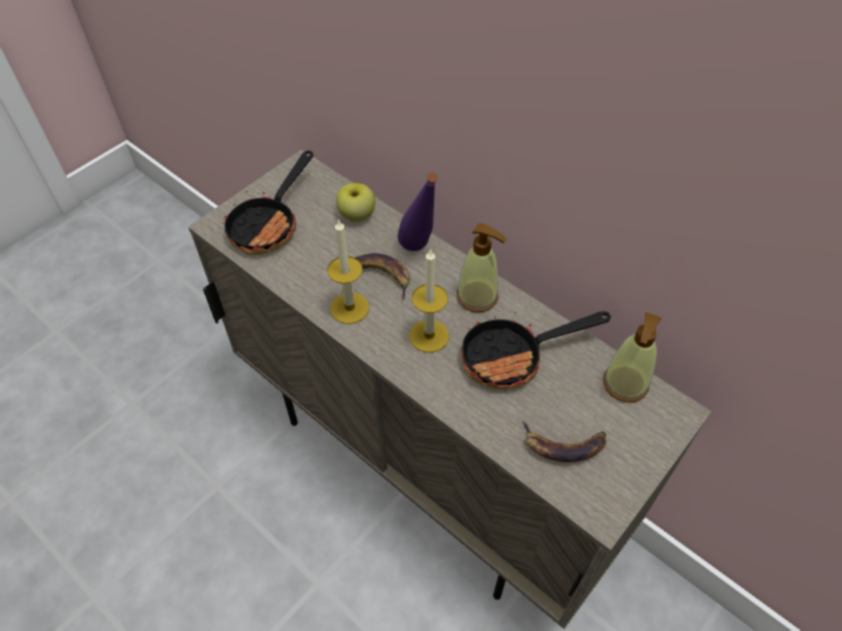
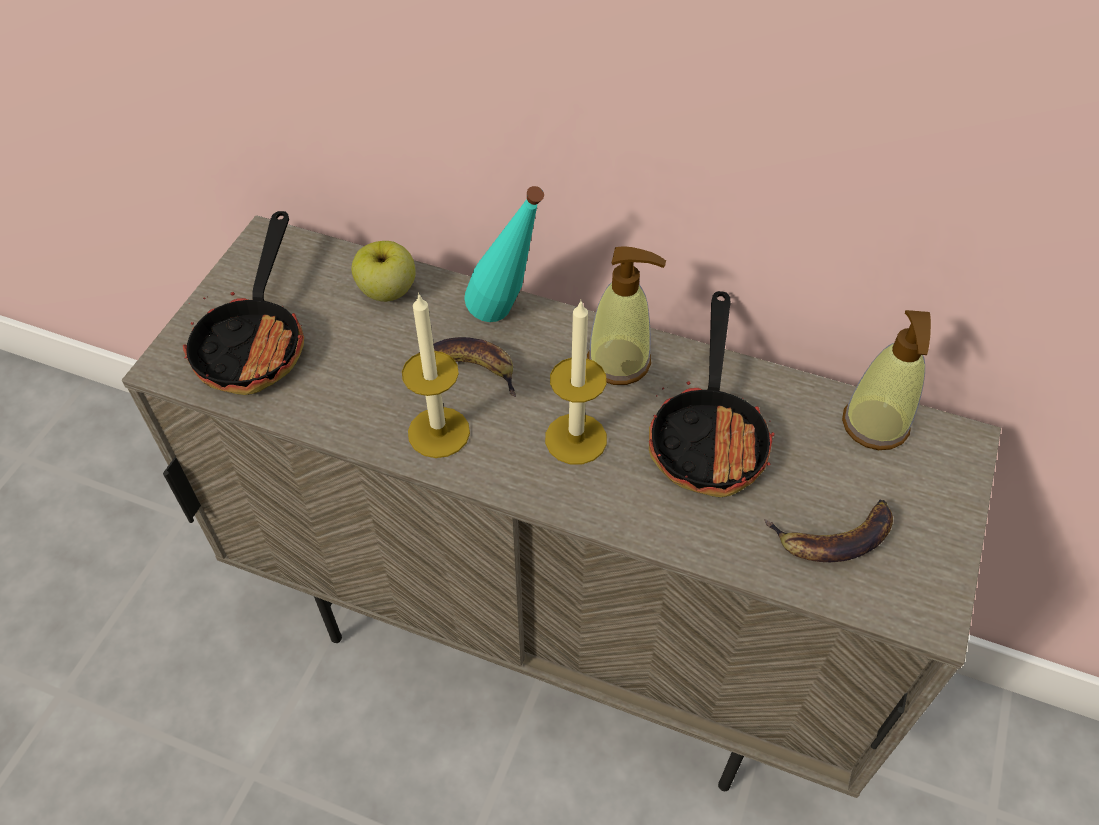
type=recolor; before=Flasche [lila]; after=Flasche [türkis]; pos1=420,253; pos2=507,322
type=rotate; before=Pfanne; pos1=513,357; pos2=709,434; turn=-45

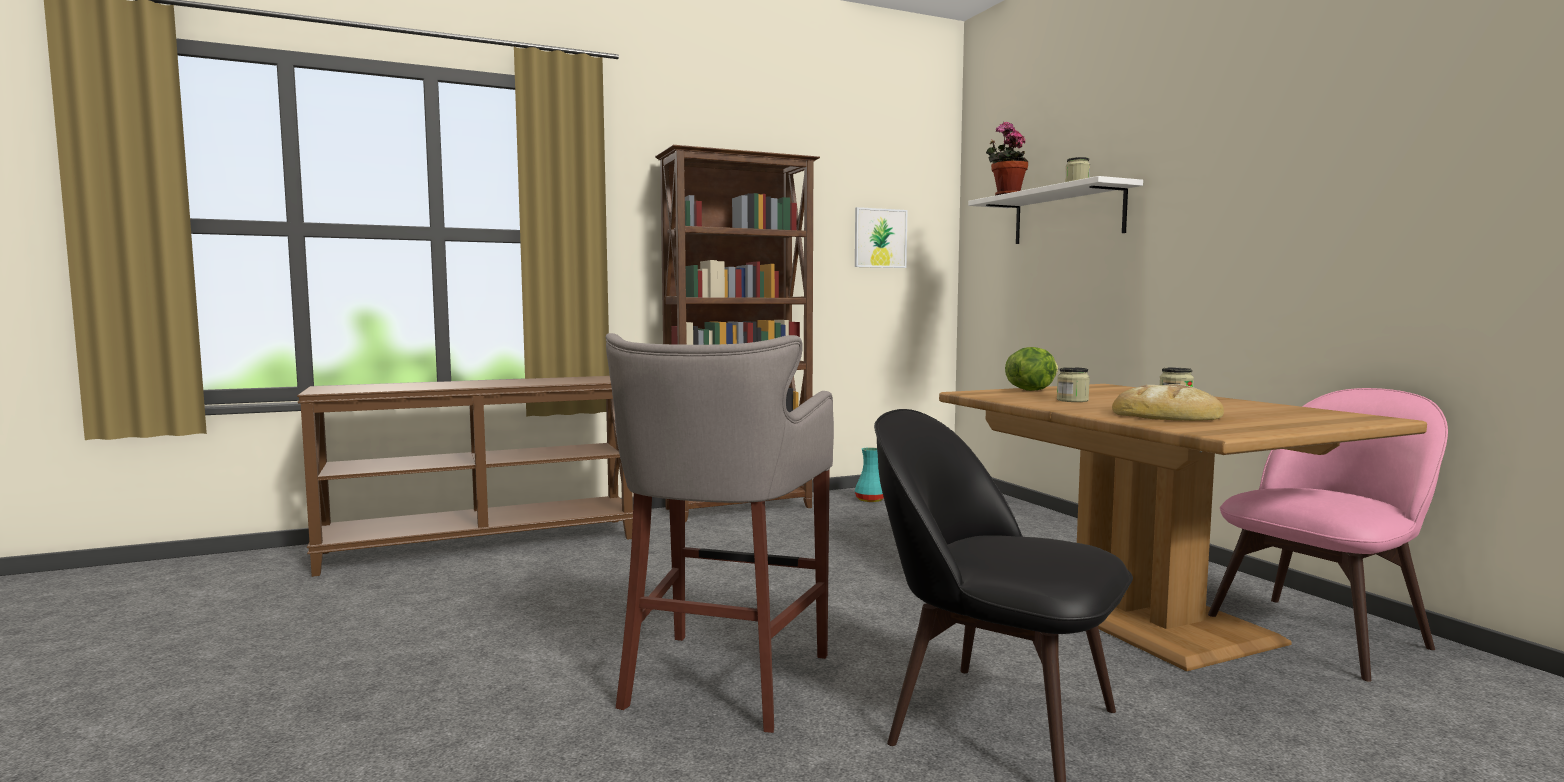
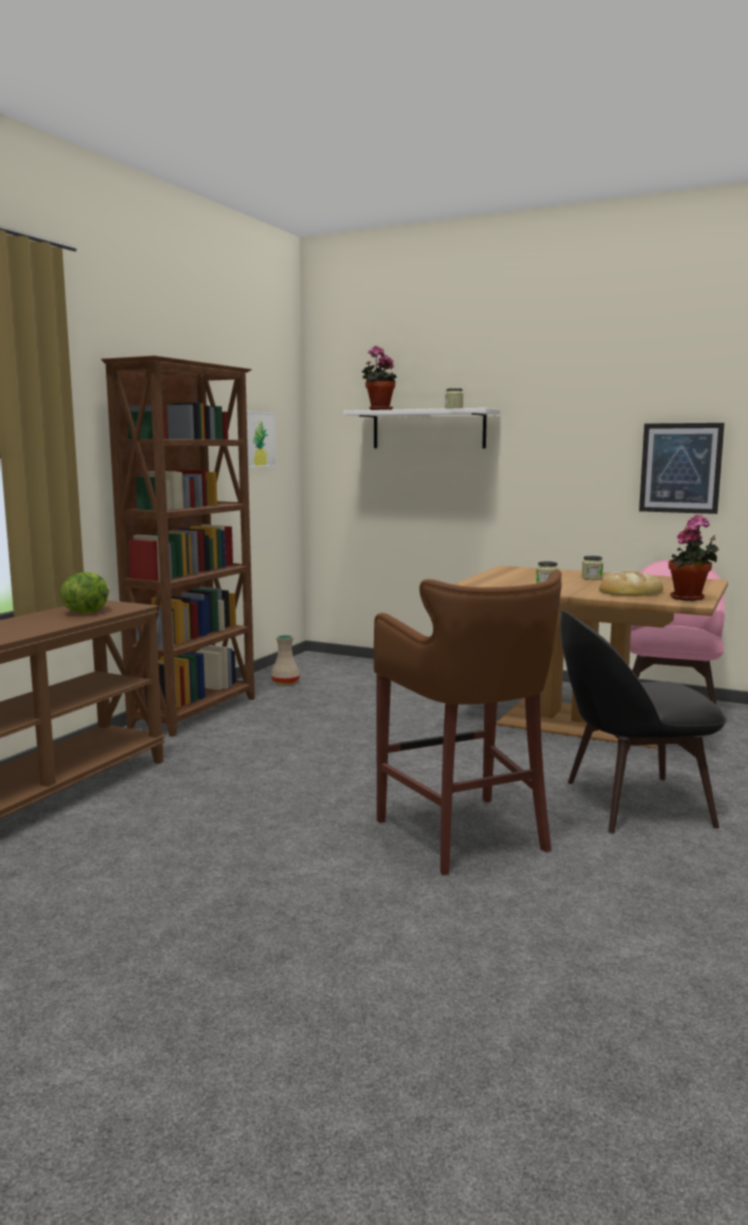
type=insert; after=Bild; pos2=680,468
type=insert; after=Topfpflanze; pos2=690,598
type=move; before=Salatkopf; pos1=1030,390; pos2=86,612
type=recolor; before=Hocker [grau]; after=Hocker [braun]; pos1=722,682; pos2=466,836
type=recolor; before=Vase [türkis]; after=Vase [beige]; pos1=871,500; pos2=285,682

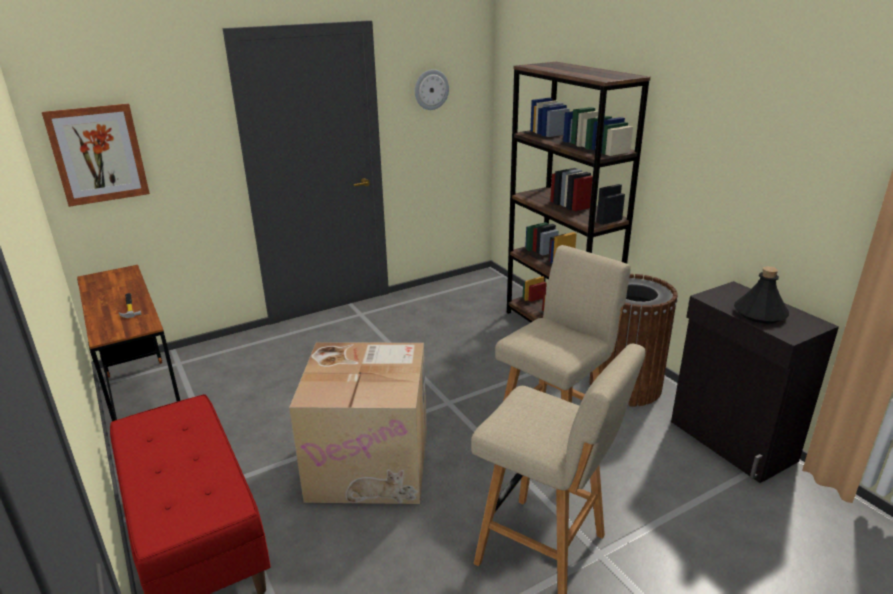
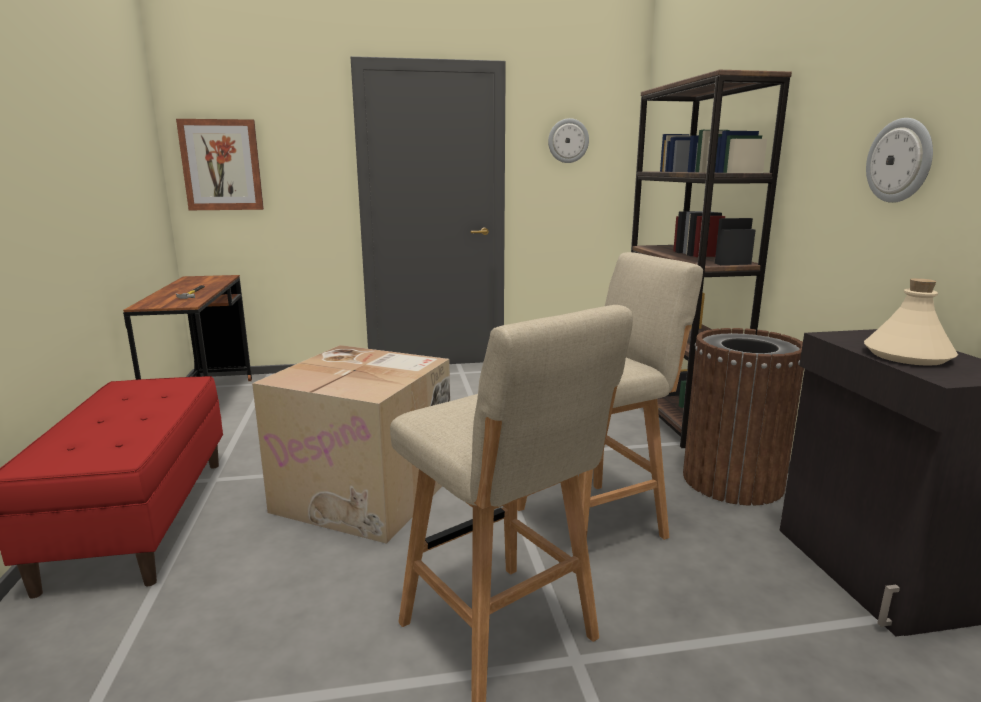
type=insert; after=Wanduhr; pos2=900,161
type=recolor; before=Flasche [schwarz]; after=Flasche [beige]; pos1=759,313; pos2=907,355

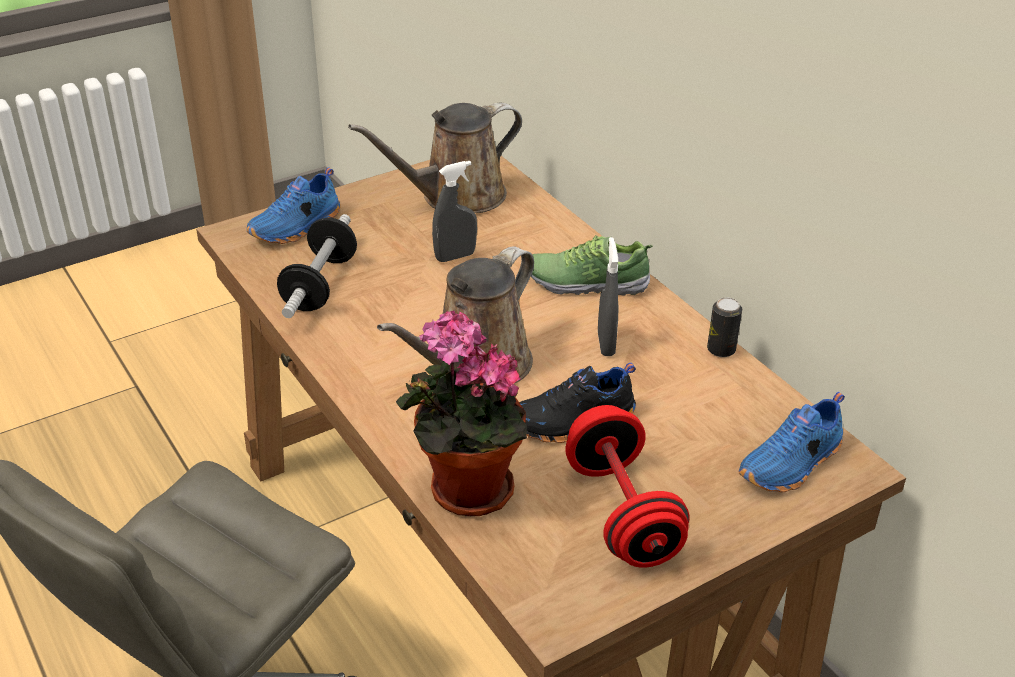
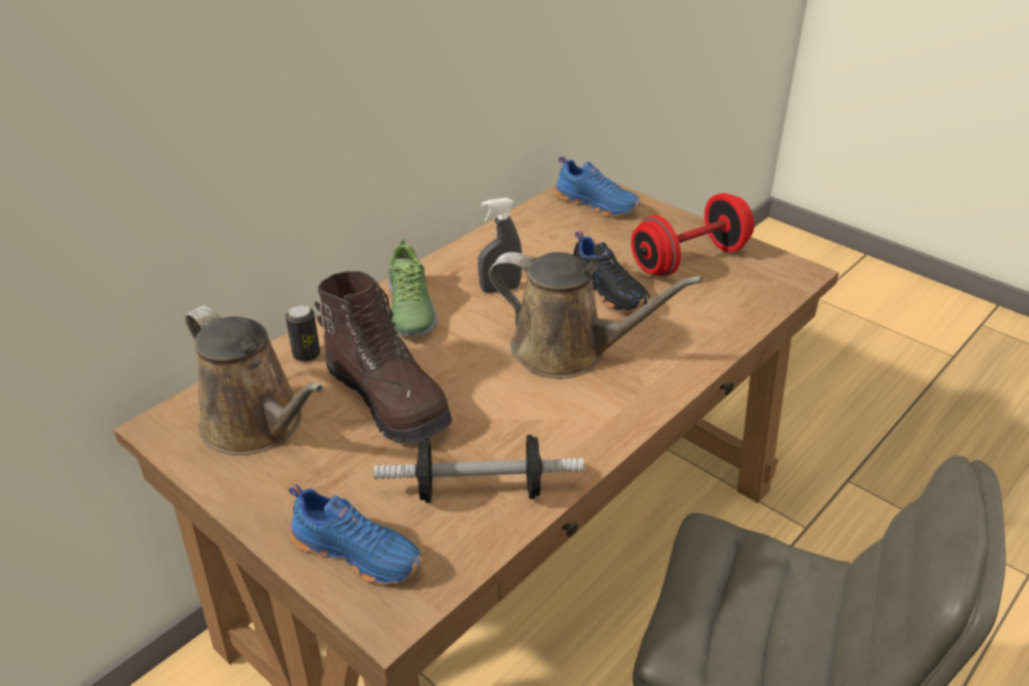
type=delete; before=Topfpflanze; pos1=463,491
type=move; before=Dose; pos1=721,350; pos2=306,354
type=replace; before=Sprühflasche [grau]; after=Stiefel [braun]; pos1=455,256; pos2=389,399

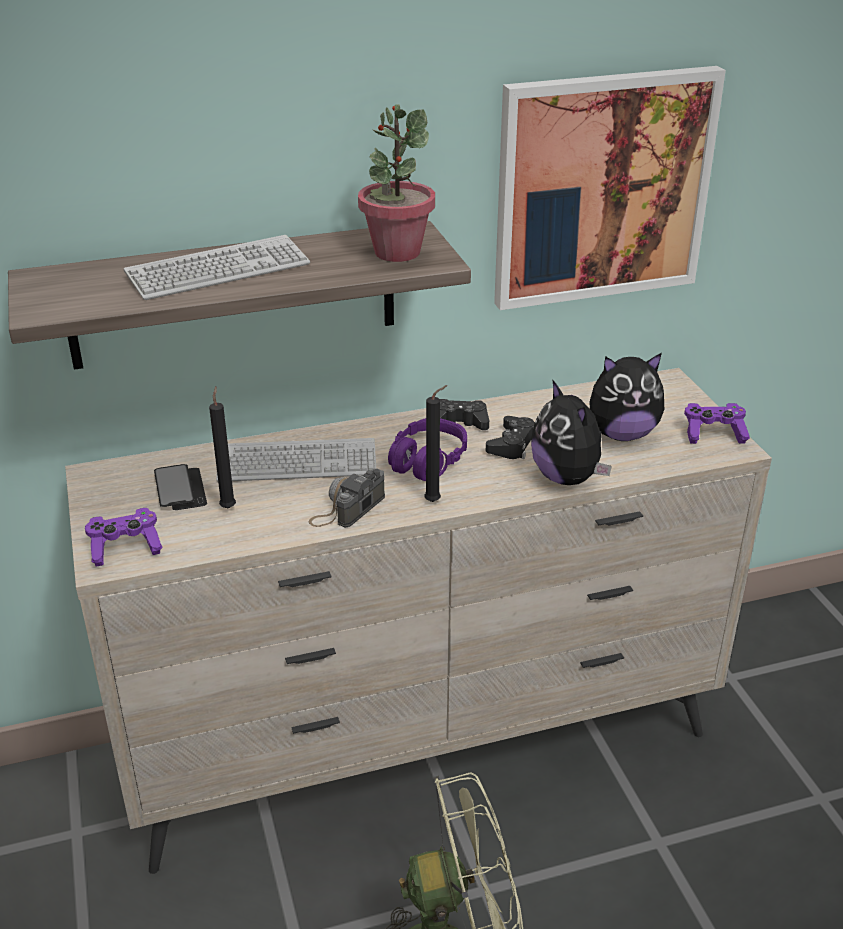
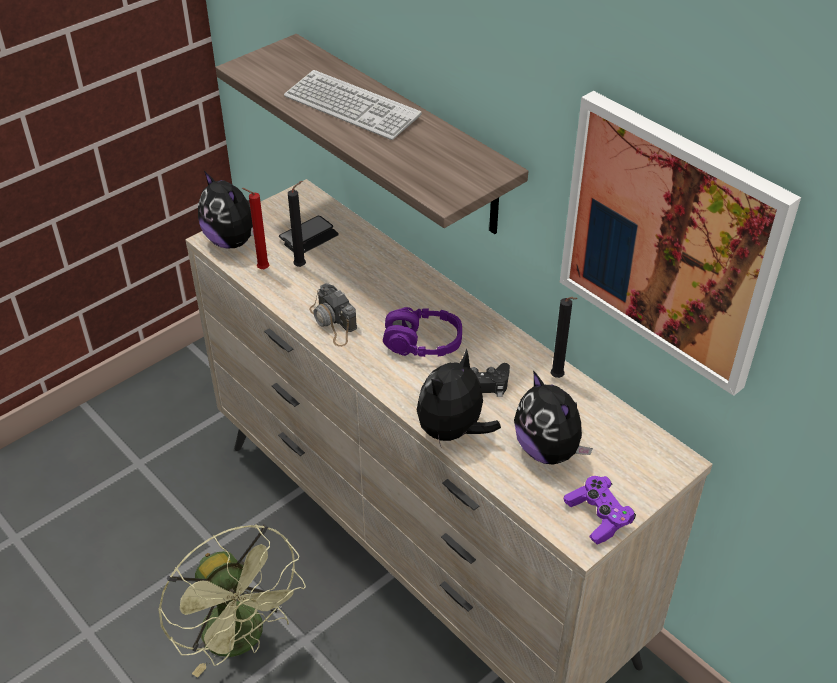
type=delete; before=Tastatur; pos1=297,463
type=delete; before=Topfpflanze; pos1=396,252
type=delete; before=Gamepad [schwarz]; pos1=459,422
type=insert; after=Kerze [rot]; pos2=261,269
type=move; before=Kerze [schwarz]; pos1=435,501; pos2=558,378
type=replace; before=Gamepad [lila]; after=Plüschtier; pos1=125,547; pos2=233,241
type=rotate; before=Kamera; pos1=348,508; pos2=333,322; turn=-135

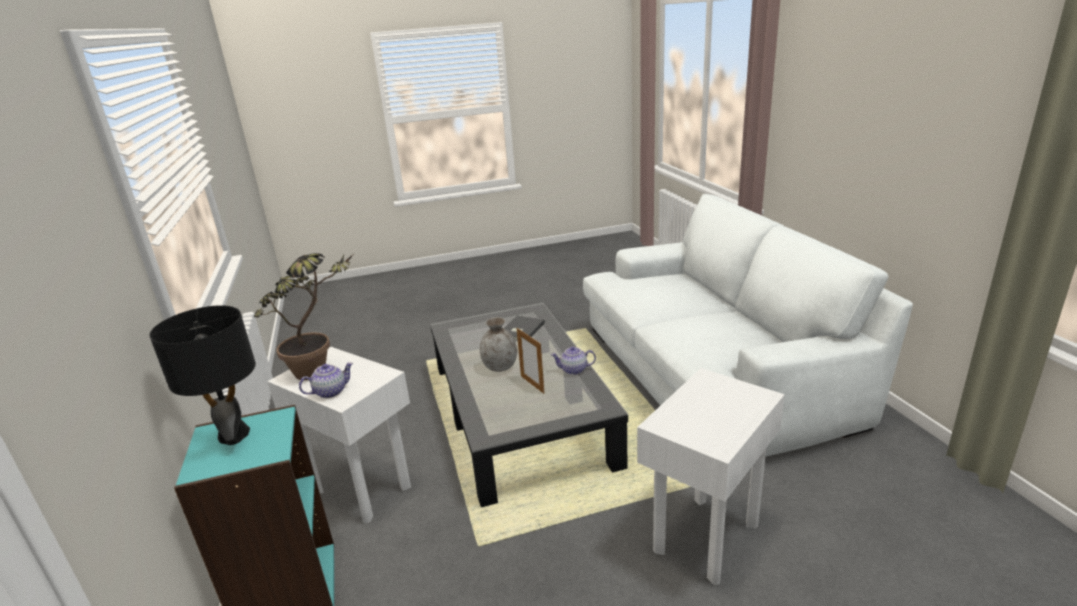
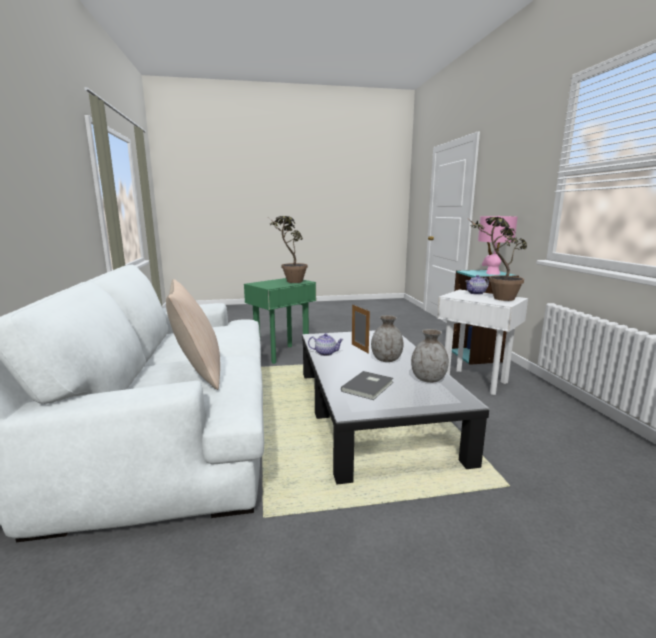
type=insert; after=Kissen [beige]; pos2=198,373
type=insert; after=Topfpflanze; pos2=290,282
type=insert; after=Vase [grau]; pos2=428,379
type=recolor; before=Tischlampe [schwarz]; after=Tischlampe [rosa]; pos1=234,435; pos2=492,273
type=recolor; before=Beistelltisch [weiß]; after=Beistelltisch [grün]; pos1=704,537; pos2=282,354

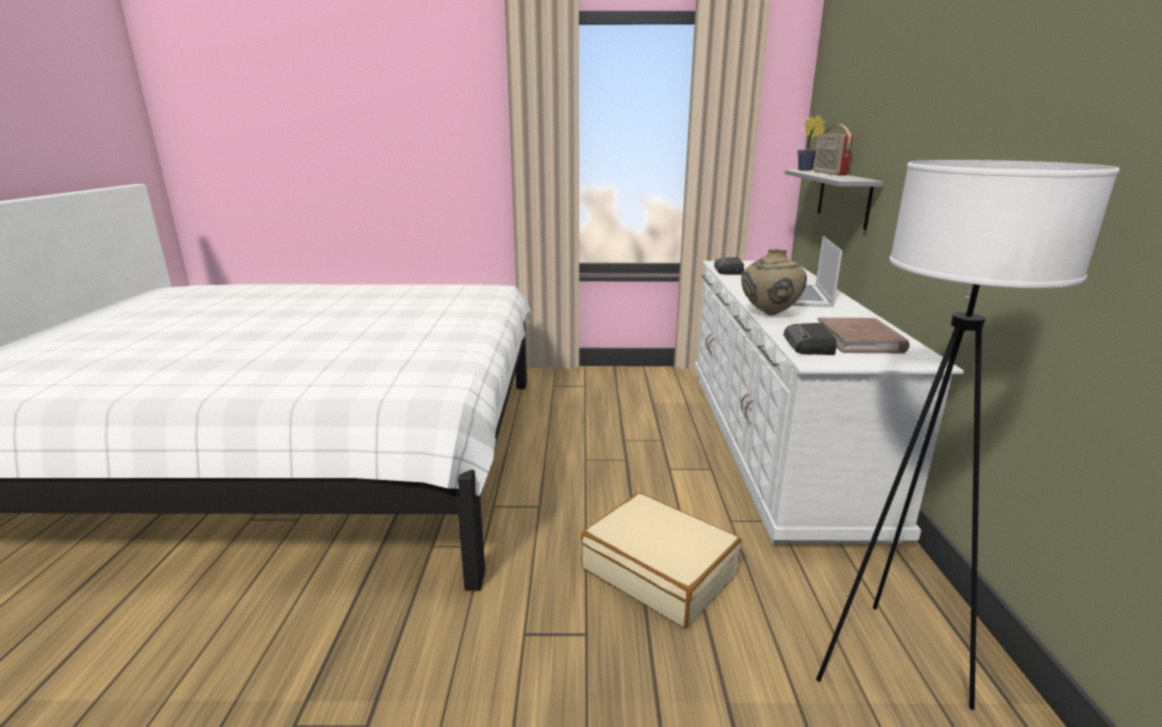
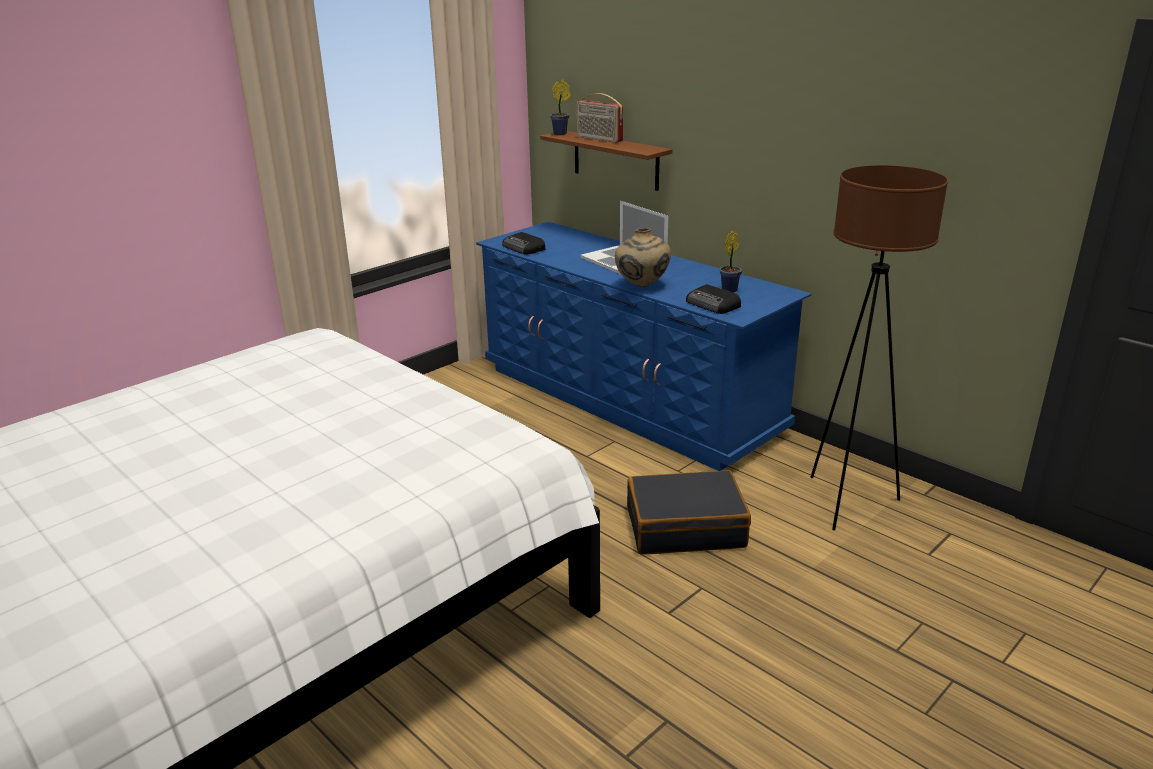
type=replace; before=Buch [braun]; after=Topfpflanze; pos1=860,340; pos2=730,289
type=recolor; before=Koffer [beige]; after=Koffer [schwarz]; pos1=659,571; pos2=685,527
type=recolor; before=Kommode [weiß]; after=Kommode [blau]; pos1=774,443; pos2=627,399
type=recolor; before=Wandregal [grau]; after=Wandregal [braun]; pos1=843,198; pos2=615,160
type=recolor; before=Stehlampe [weiß]; after=Stehlampe [braun]; pos1=884,662; pos2=847,502

